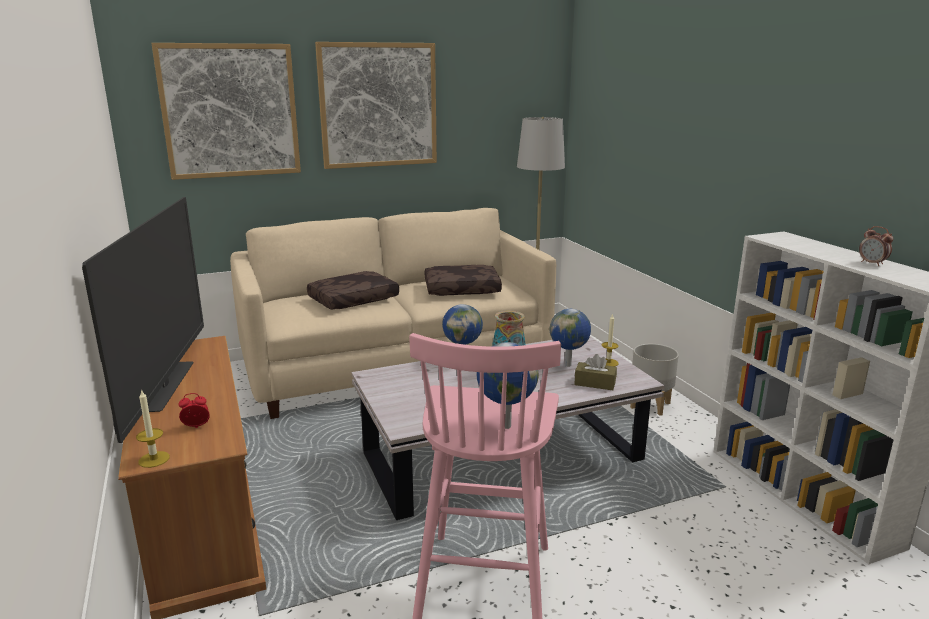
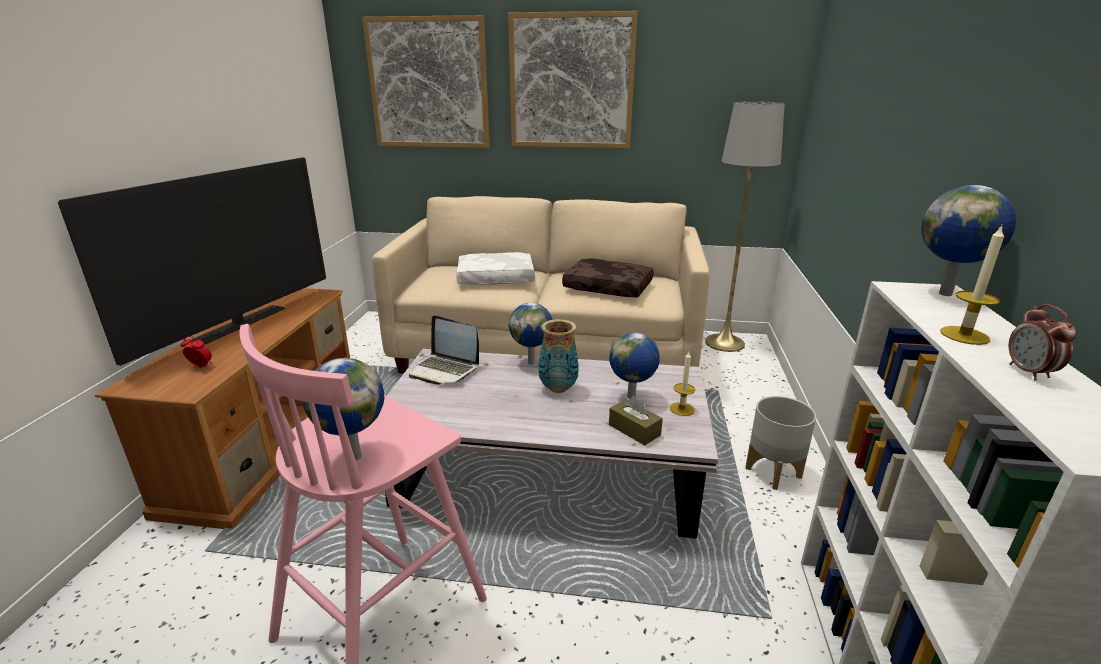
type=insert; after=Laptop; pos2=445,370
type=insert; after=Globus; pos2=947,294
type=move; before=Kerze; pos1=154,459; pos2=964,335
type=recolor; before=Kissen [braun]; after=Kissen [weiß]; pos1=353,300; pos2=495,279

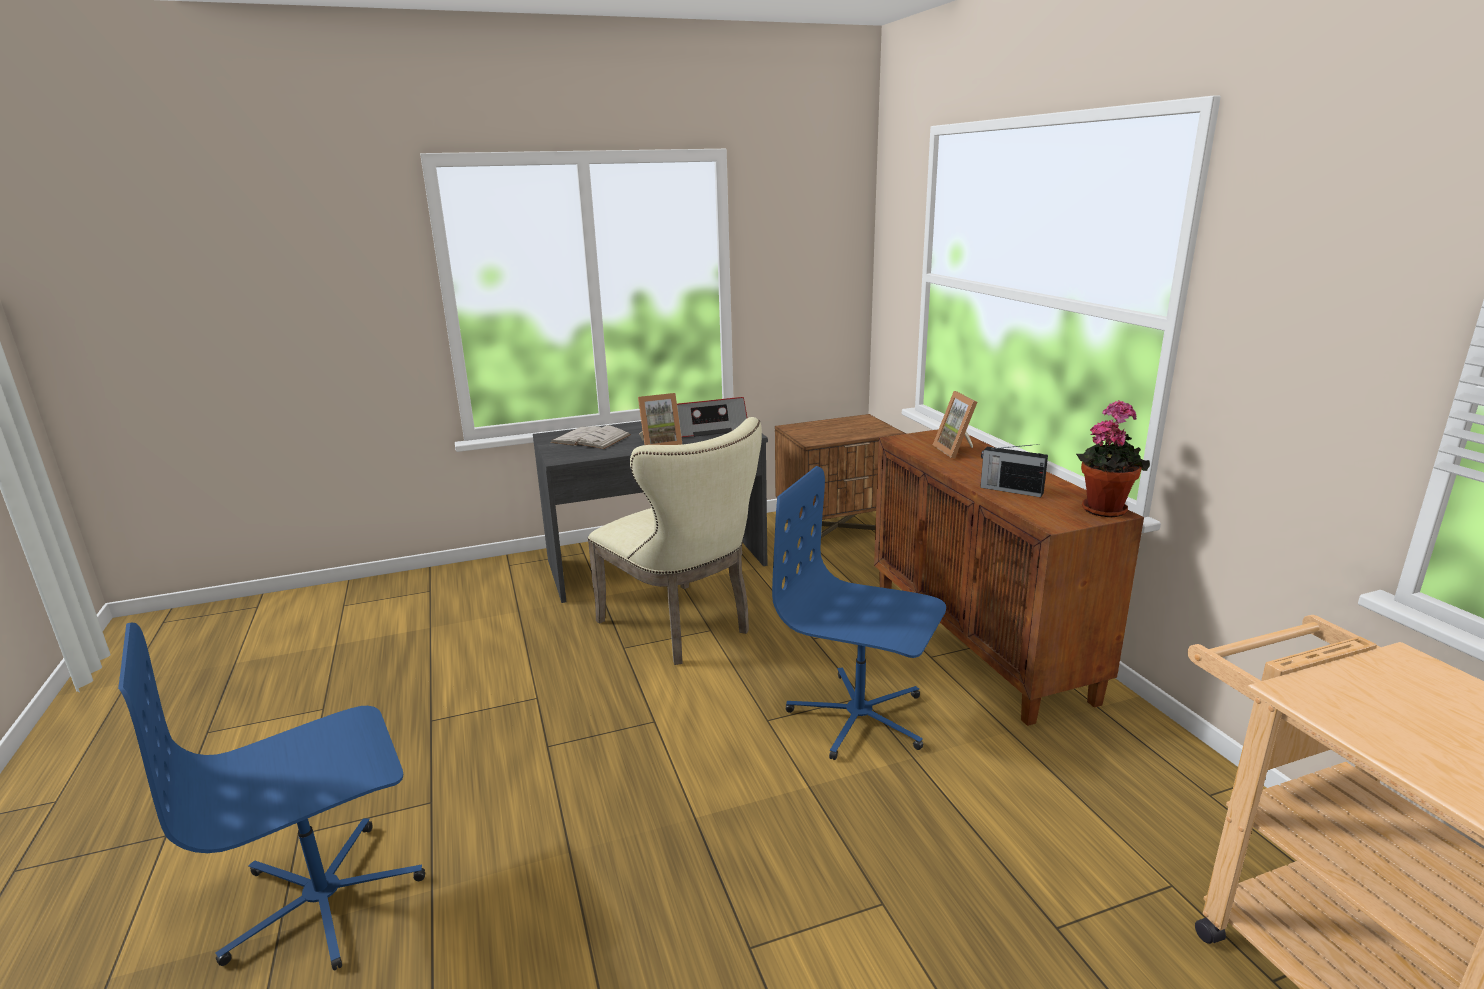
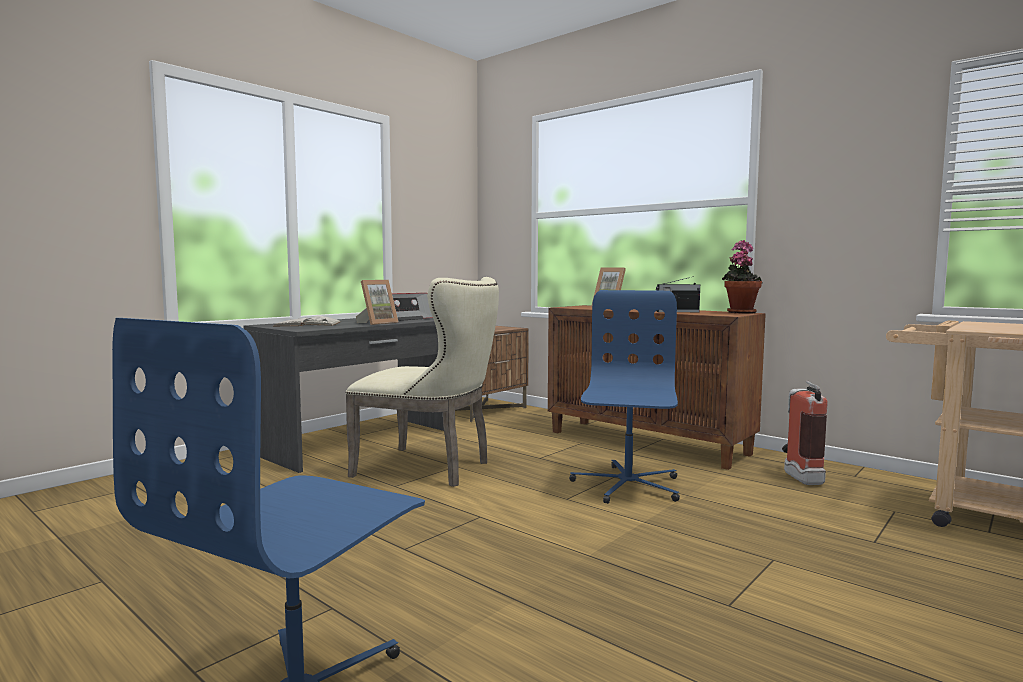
type=insert; after=Feuerlöscher; pos2=799,476
type=rotate; before=Bürostuhl [blau]; pos1=859,718; pos2=626,485; turn=105

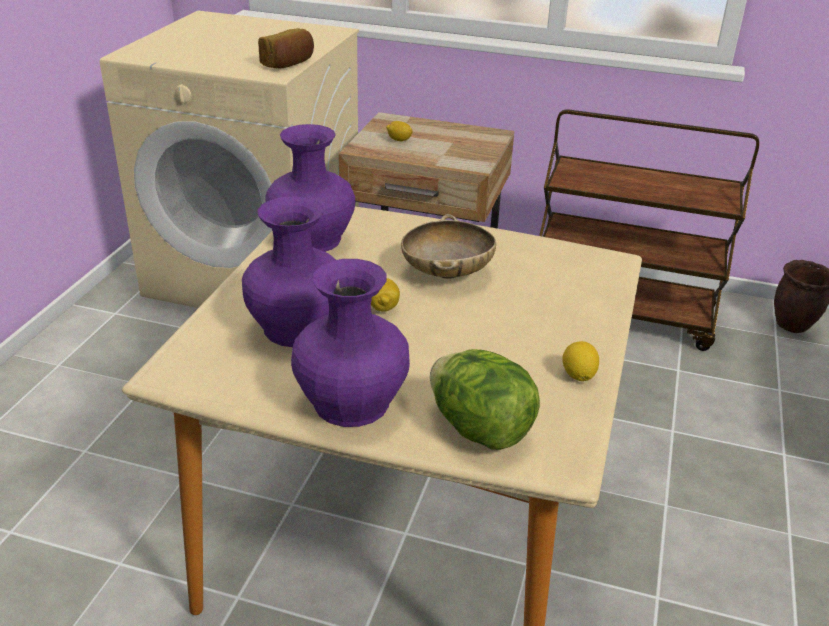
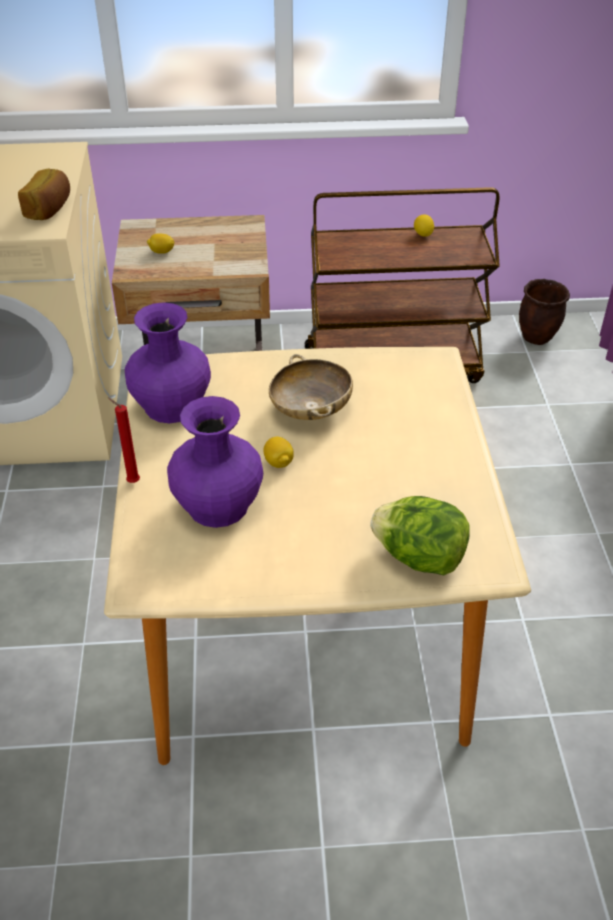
type=delete; before=Vase [lila]; pos1=350,403
type=insert; after=Kerze [rot]; pos2=131,481
type=move; before=Zitrone; pos1=578,375; pos2=423,234

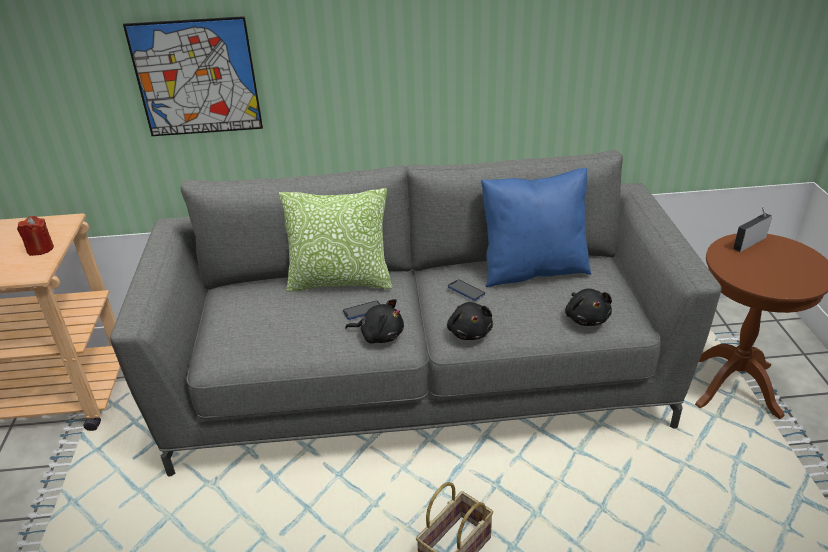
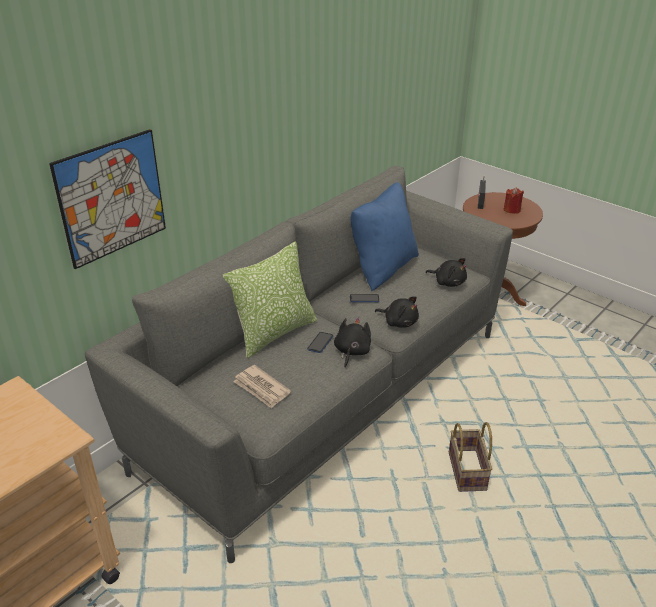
type=insert; after=Zeitung; pos2=261,388
type=move; before=Kerze [rot]; pos1=40,249; pos2=511,210
type=rotate; before=Plüschtier [schwarz]; pos1=379,335; pos2=351,352; turn=-45

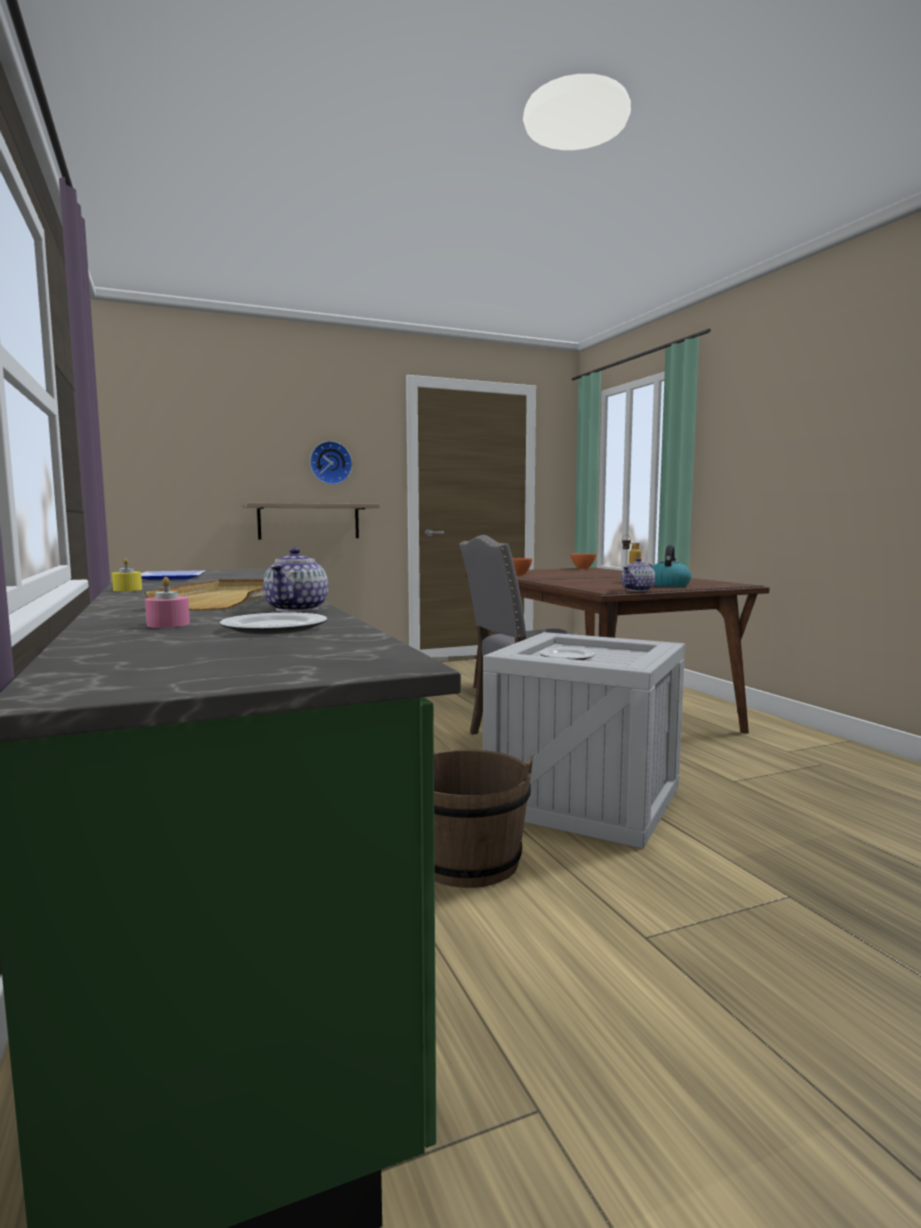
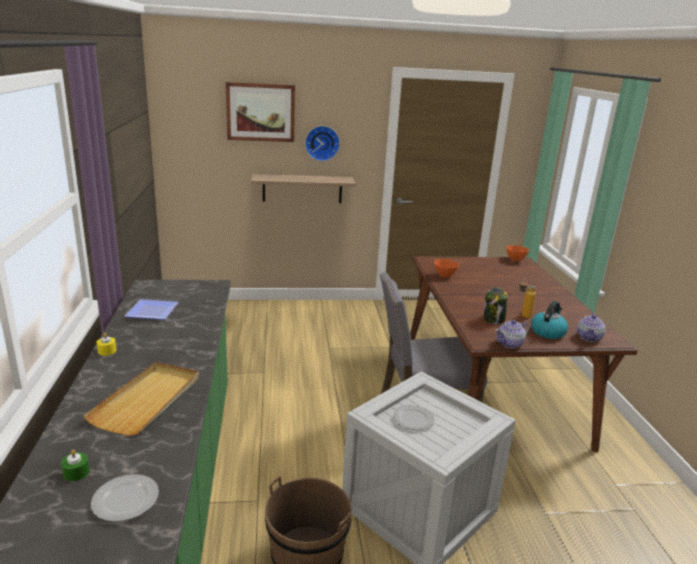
type=insert; after=Bild; pos2=260,112
type=insert; after=Vorratsglas; pos2=494,319
type=move; before=Teekanne; pos1=297,609; pos2=589,337
type=recolor; before=Kerze [rosa]; after=Kerze [grün]; pos1=168,624; pos2=76,473

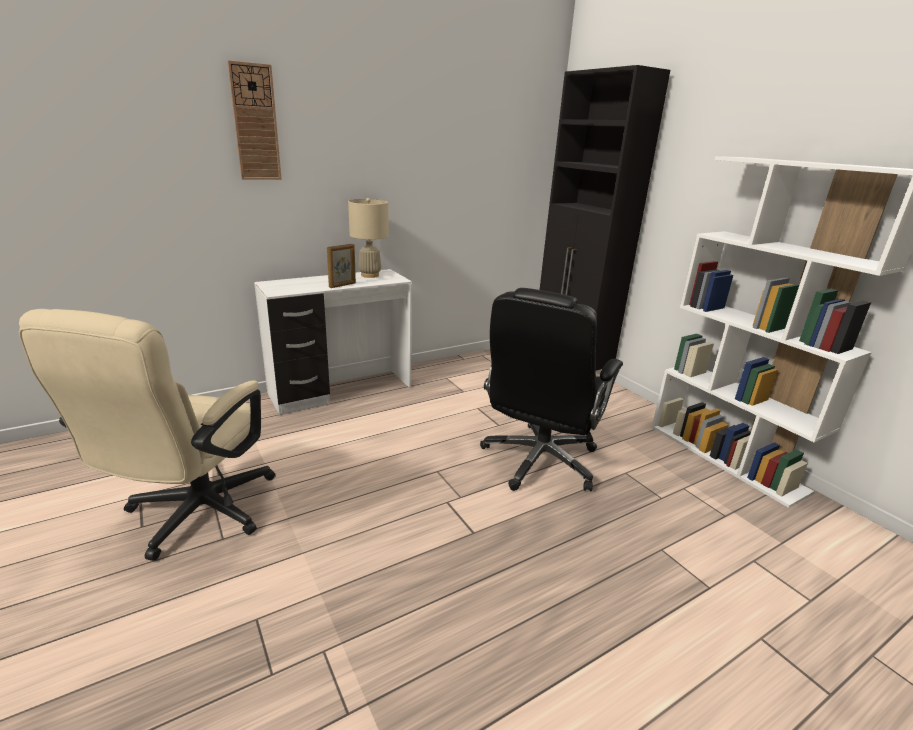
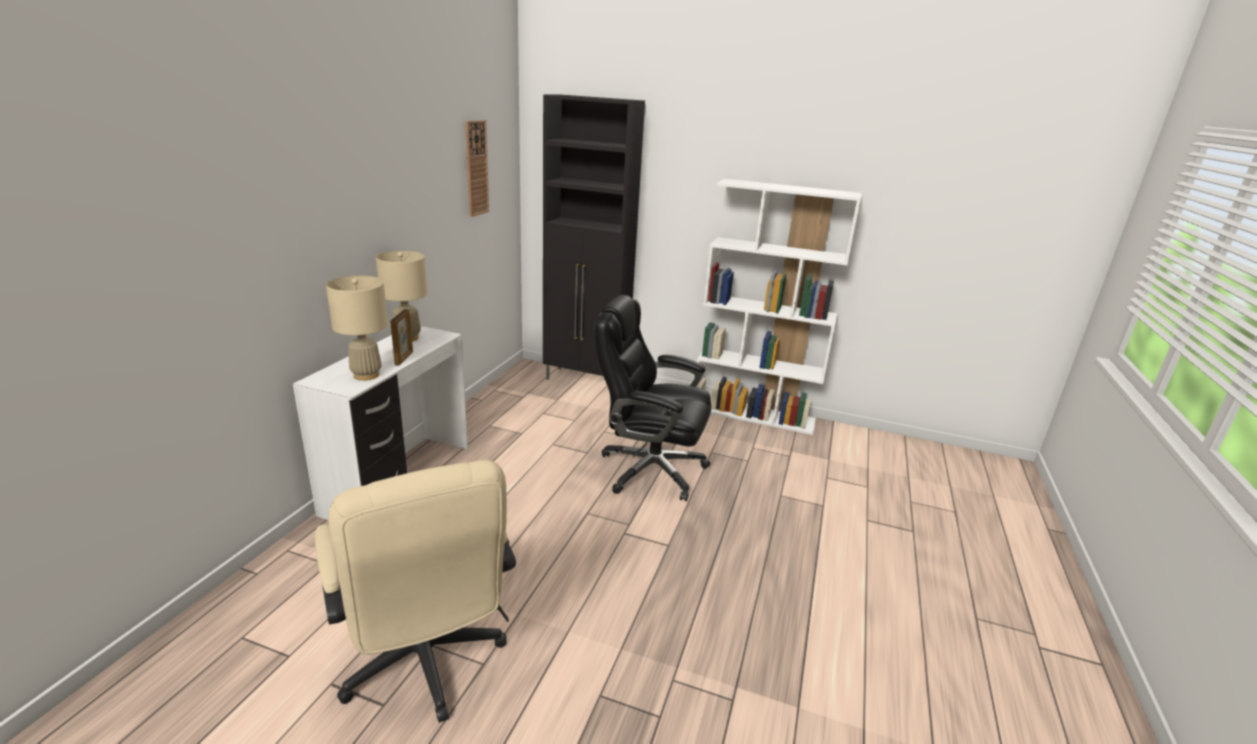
type=insert; after=Tischlampe [beige]; pos2=366,375
type=move; before=Wanduhr; pos1=255,123; pos2=476,168
type=rotate; before=Bürostuhl [schwarz]; pos1=539,461; pos2=649,469; turn=120

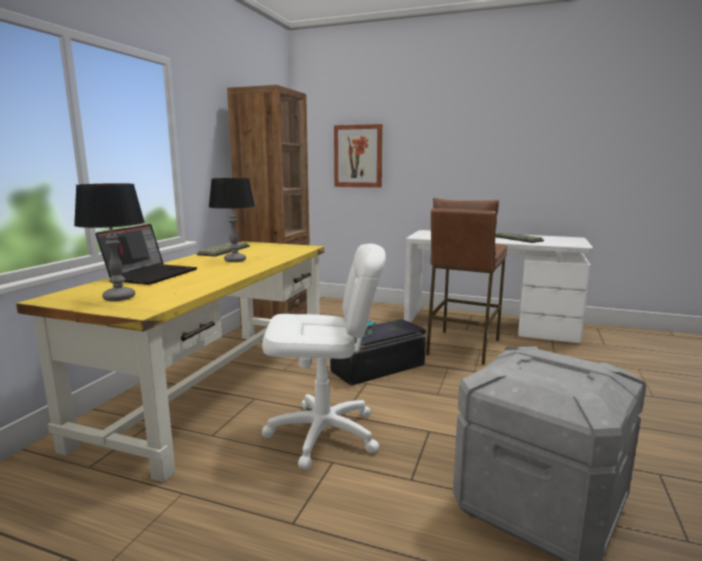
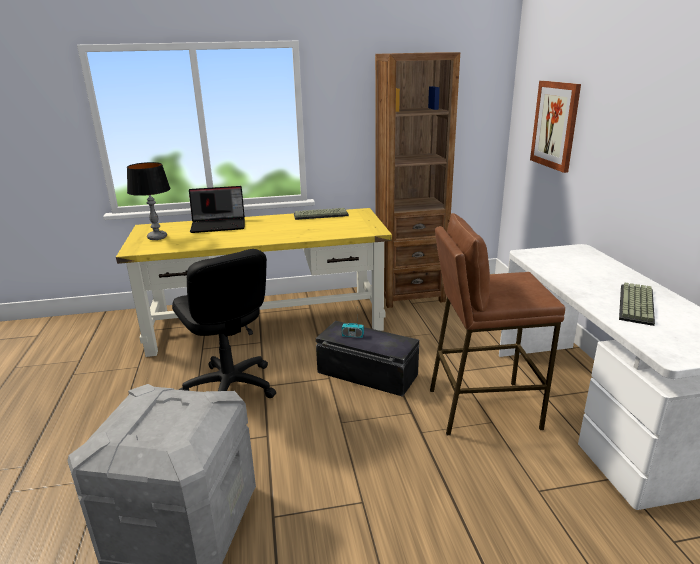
type=delete; before=Tischlampe; pos1=235,260
type=recolor; before=Bürostuhl [weiß]; after=Bürostuhl [schwarz]; pos1=323,434; pos2=230,388

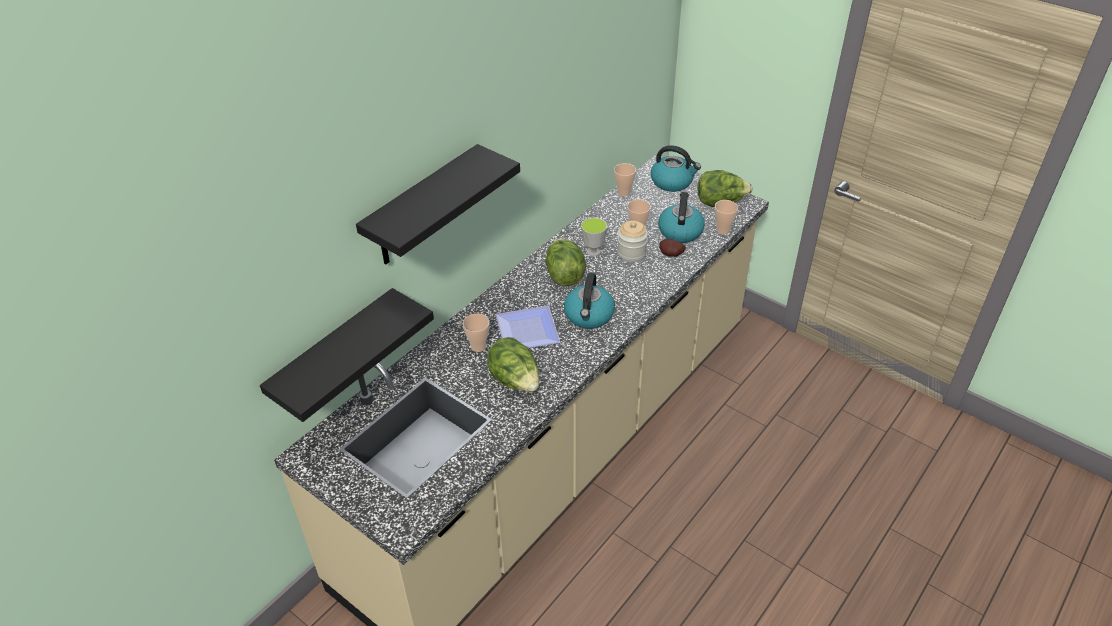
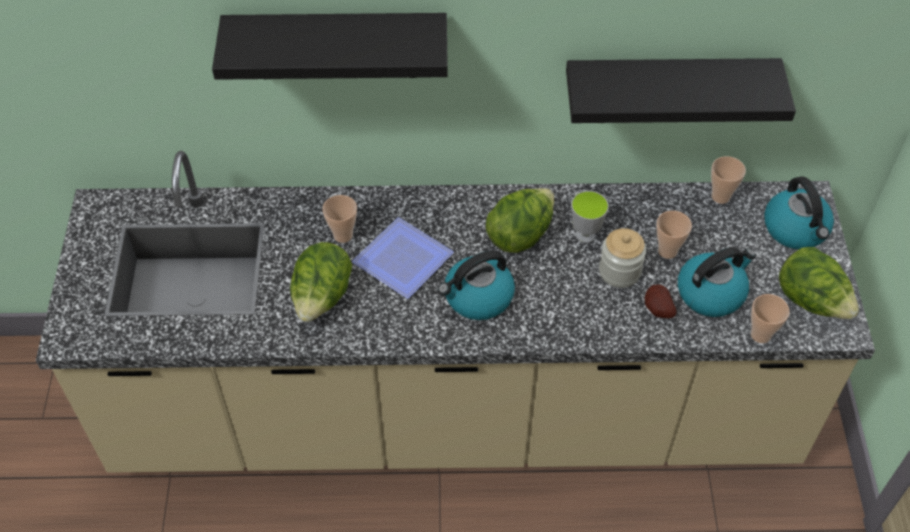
type=move; before=Wandregal [schwarz]; pos1=335,356; pos2=668,88

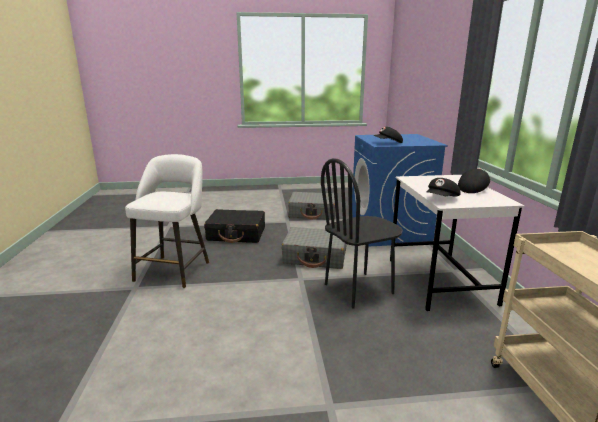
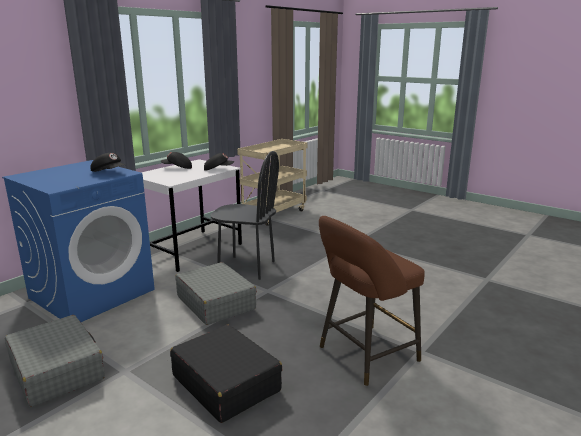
type=recolor; before=Hocker [weiß]; after=Hocker [braun]; pos1=175,270; pos2=364,356

